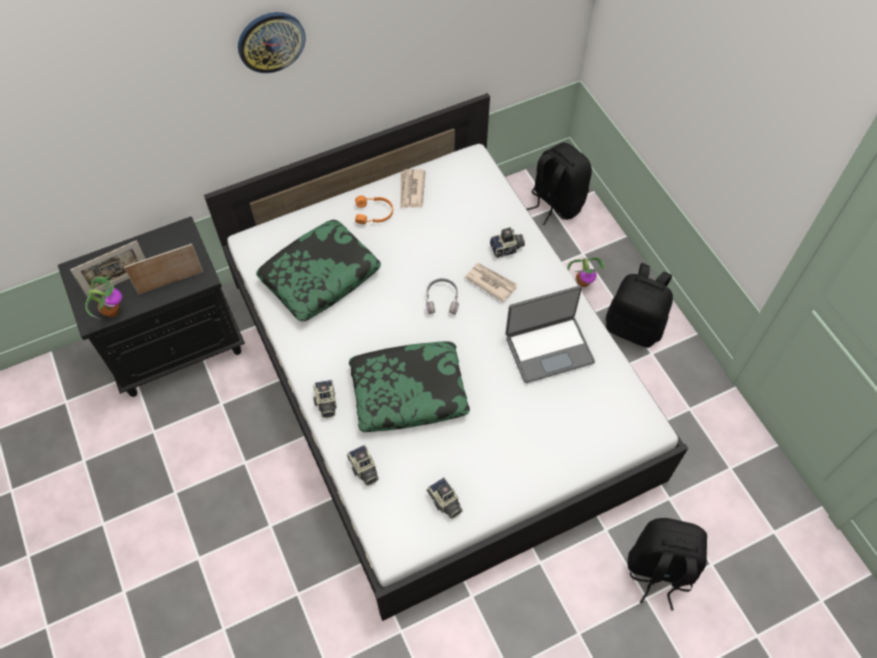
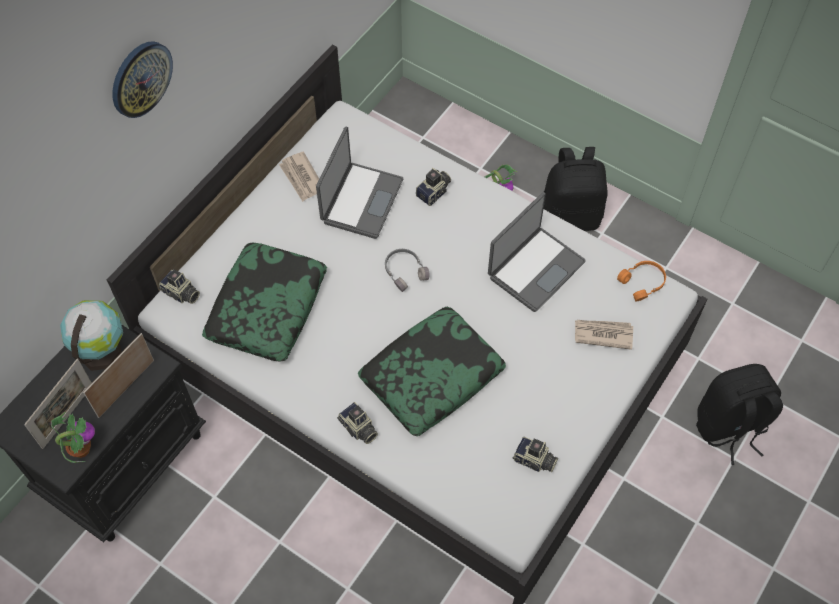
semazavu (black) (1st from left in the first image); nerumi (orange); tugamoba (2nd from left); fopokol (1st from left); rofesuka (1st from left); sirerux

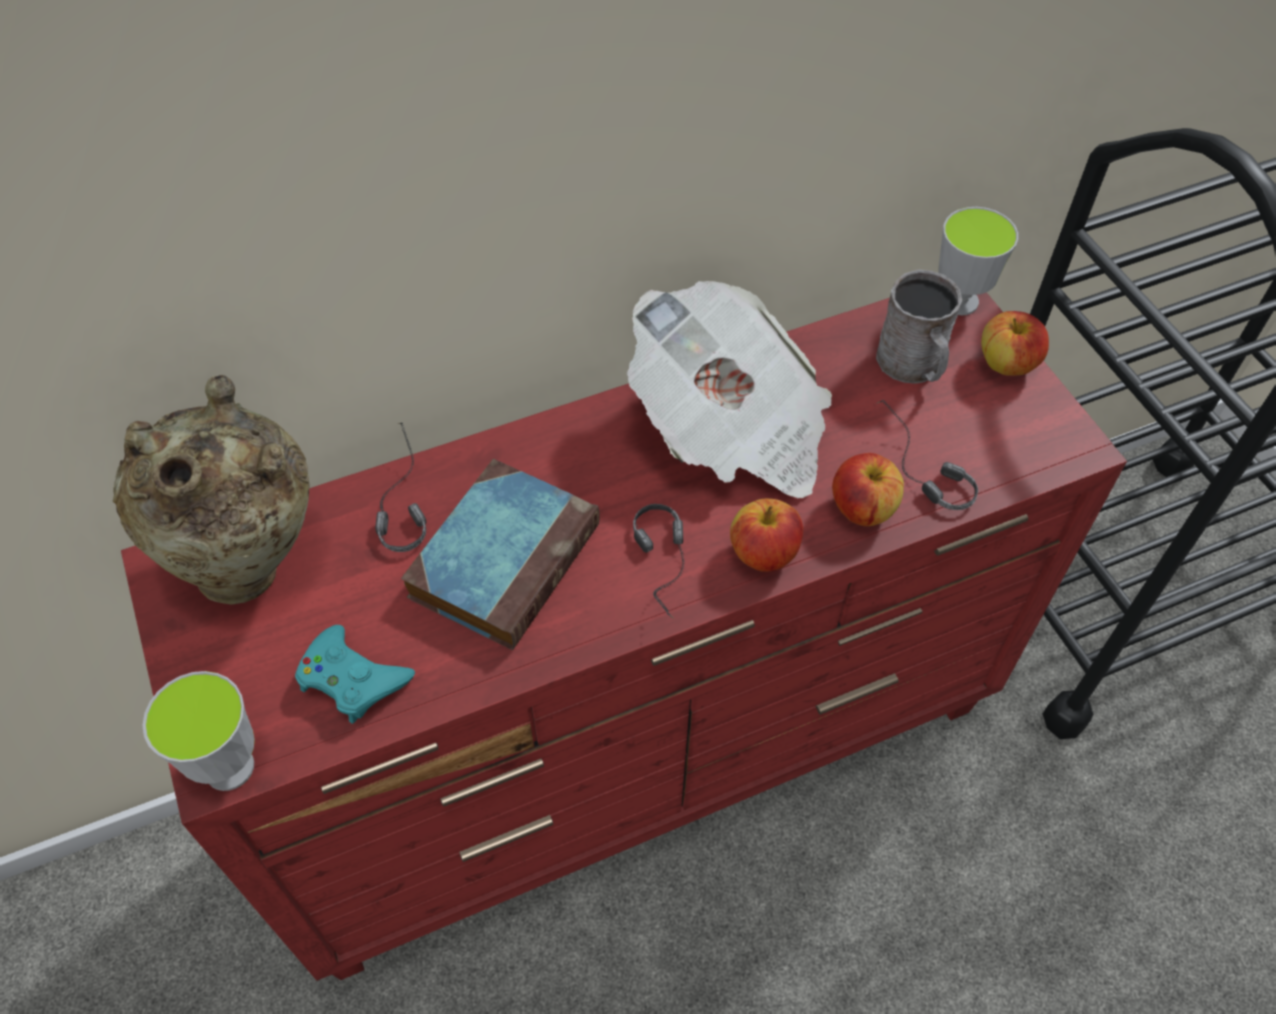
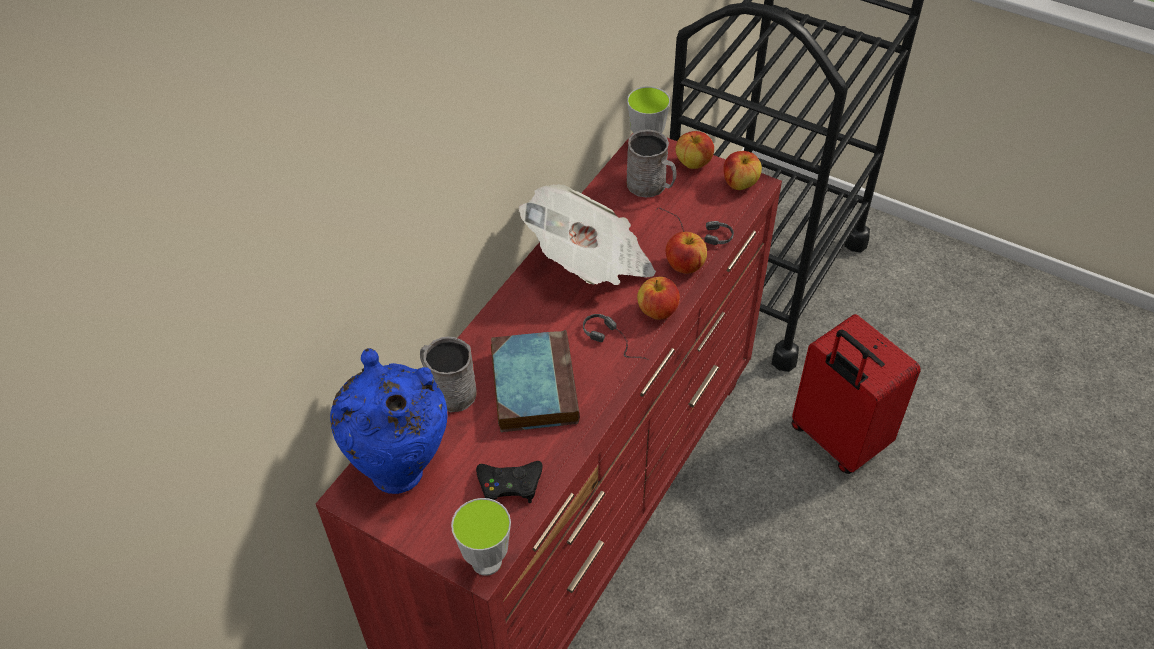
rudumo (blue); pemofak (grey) (1st from left); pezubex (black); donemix (4th from left); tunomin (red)

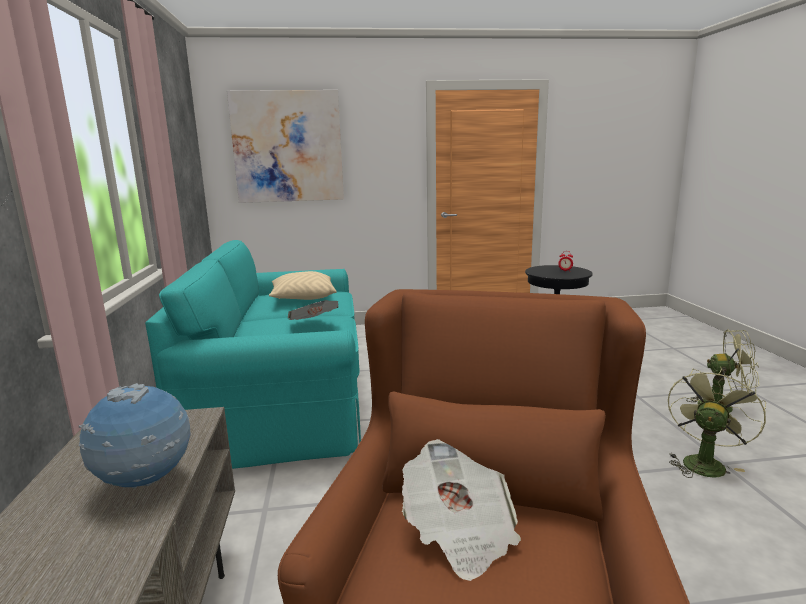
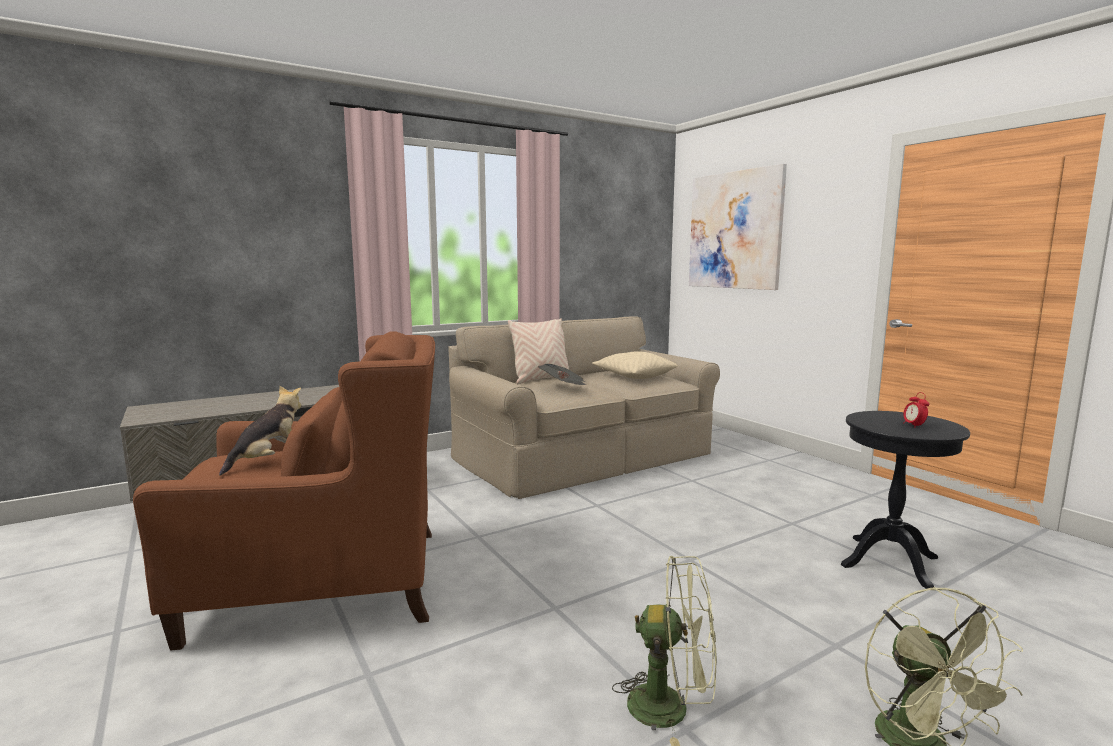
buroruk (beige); sirerux; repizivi; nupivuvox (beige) (1st from left)

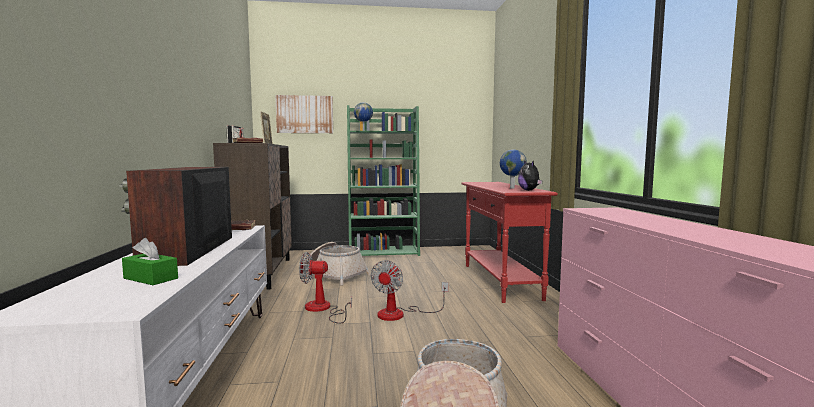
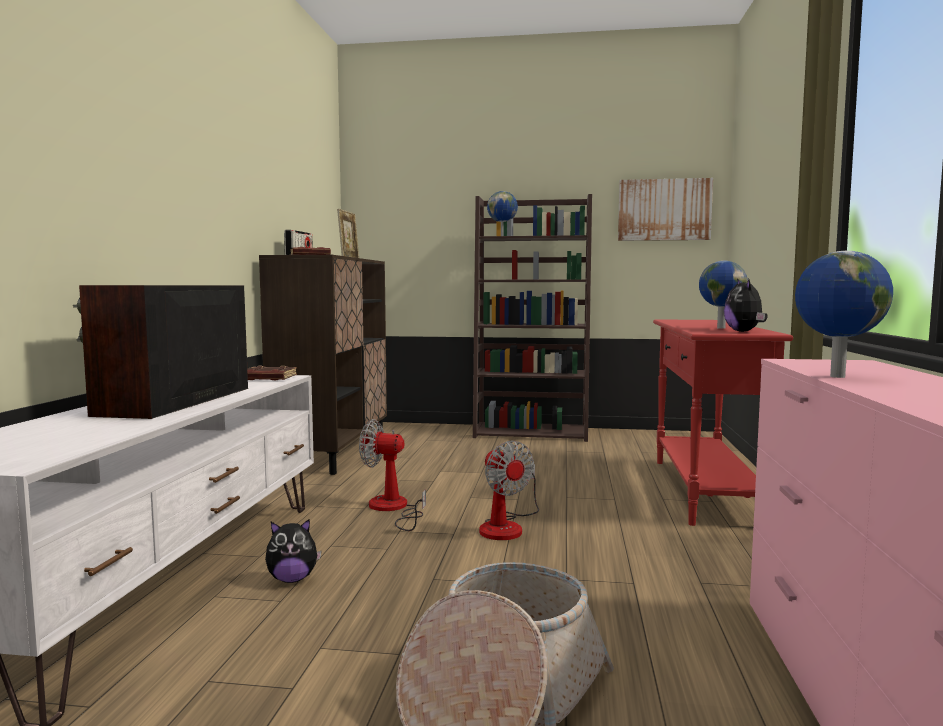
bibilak; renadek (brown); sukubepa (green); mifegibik (1st from left in the first image); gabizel (2nd from left); sirerux (3rd from left); repizivi (1st from left)

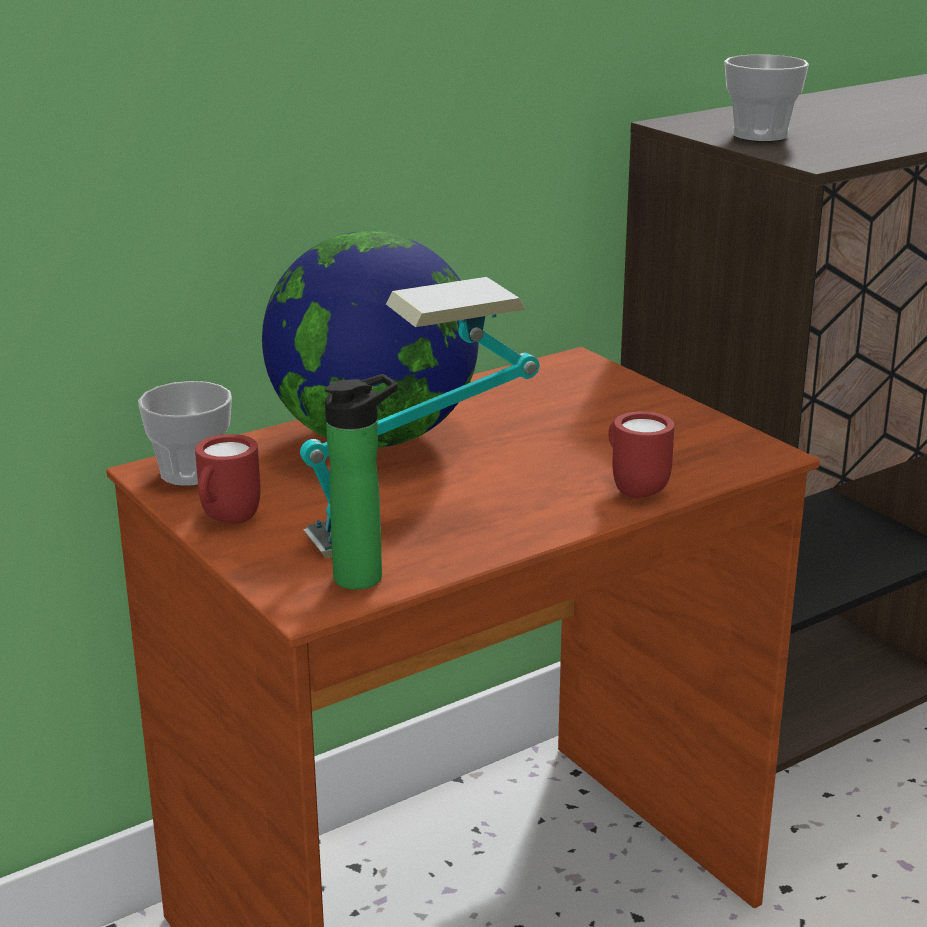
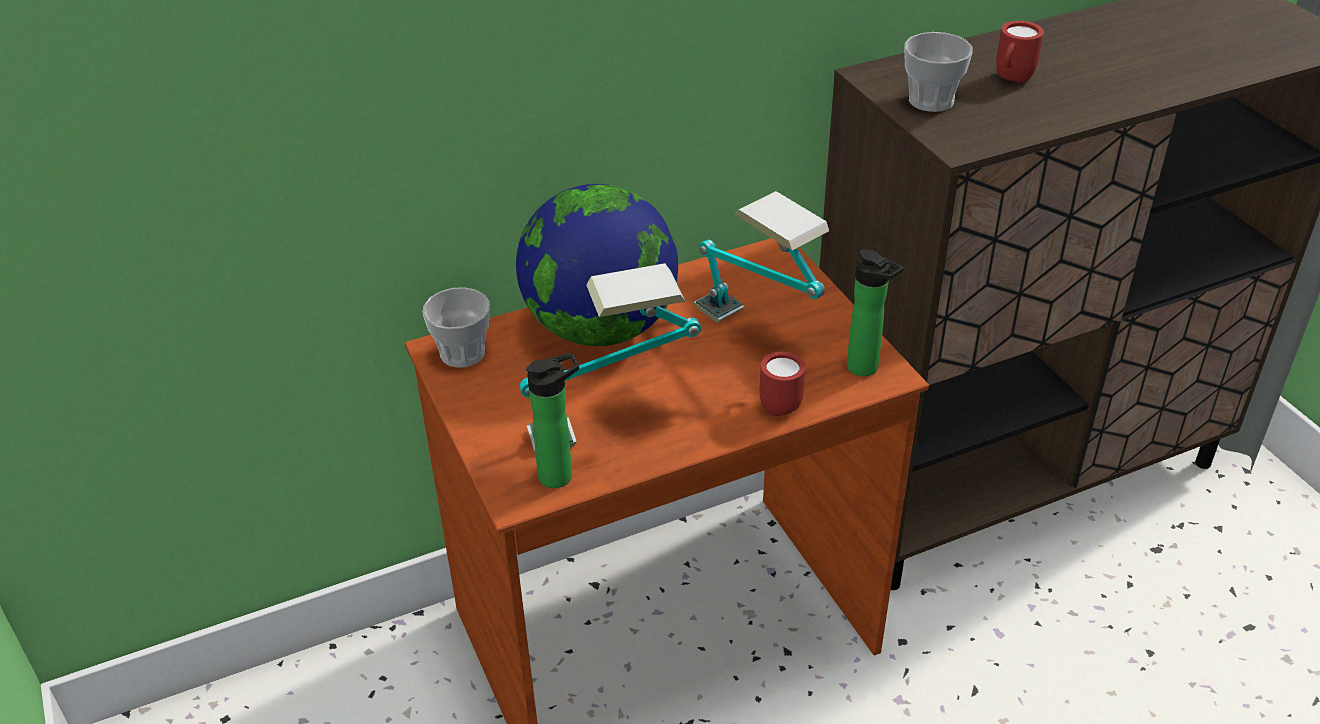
pemofak (red) (2nd from left); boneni (2nd from left); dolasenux (2nd from left)

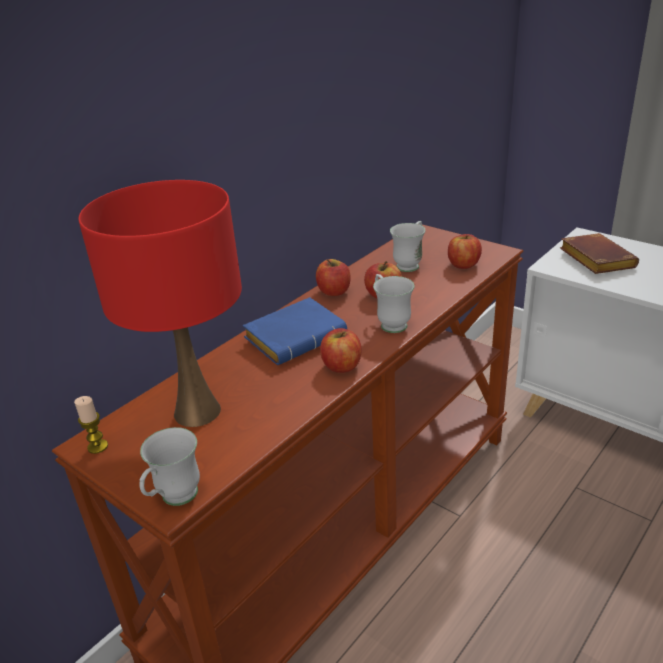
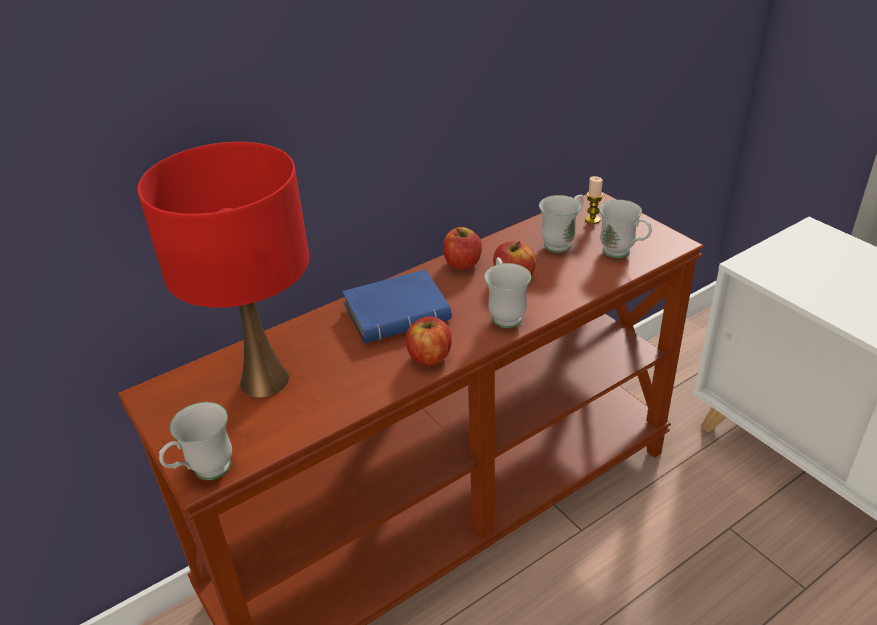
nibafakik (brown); pemofak (white) (4th from left); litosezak

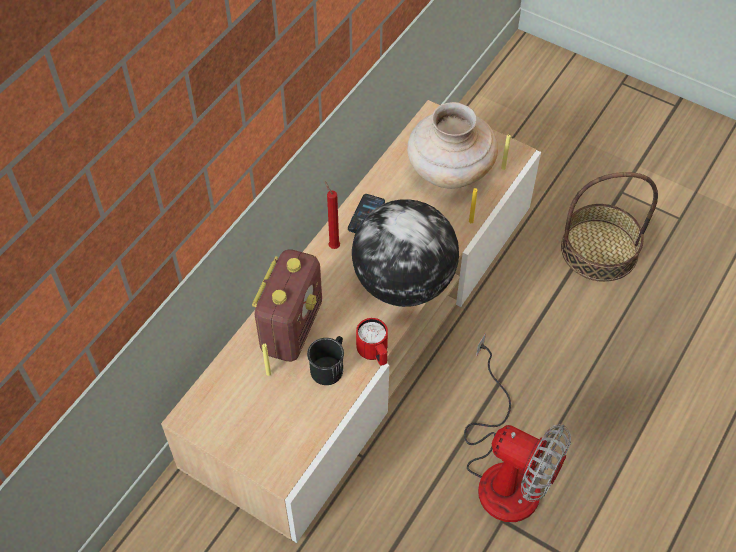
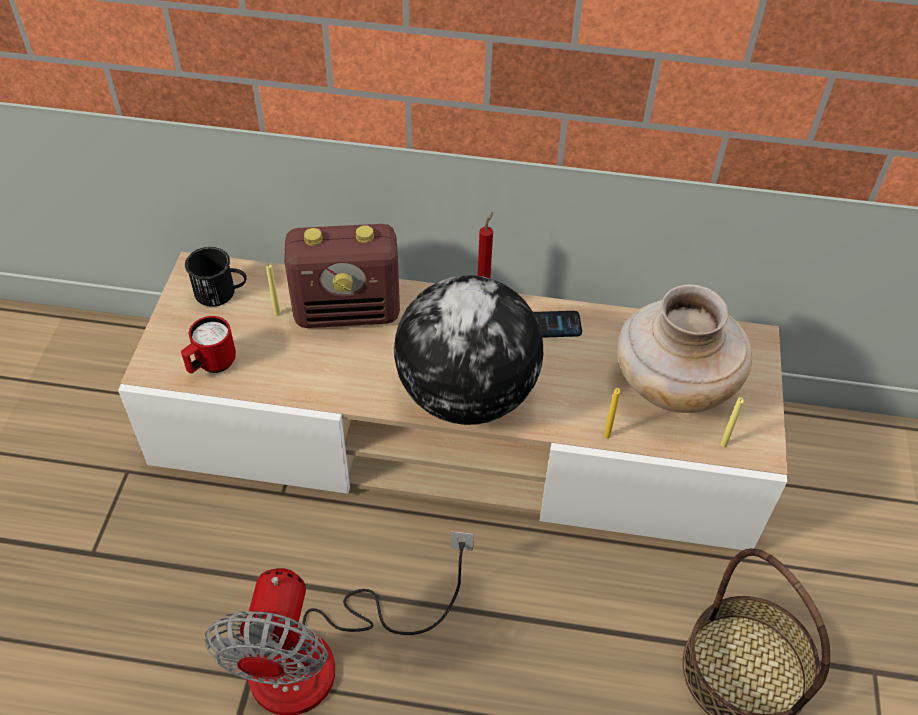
pemofak (red); pemofak (black)

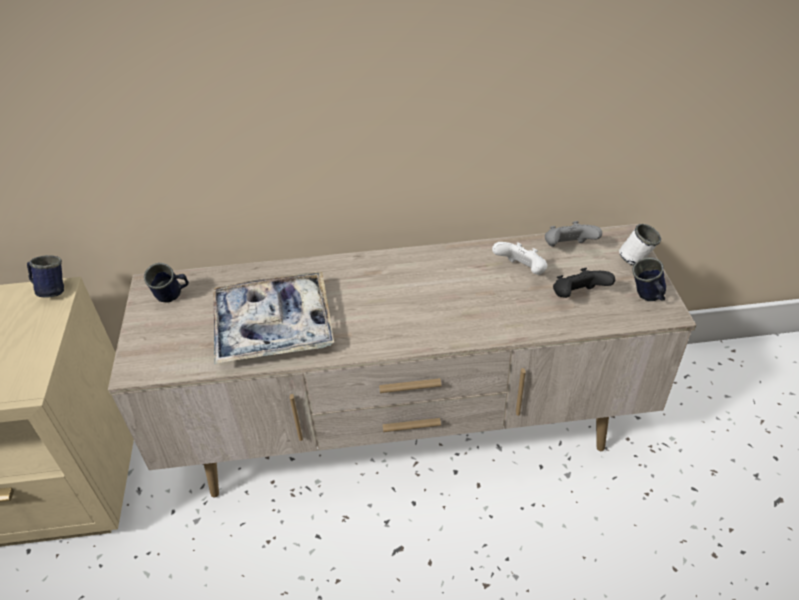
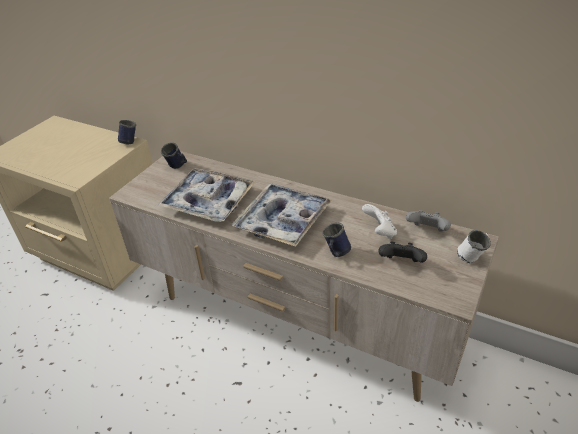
pemofak (blue) (3rd from left); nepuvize (2nd from left)

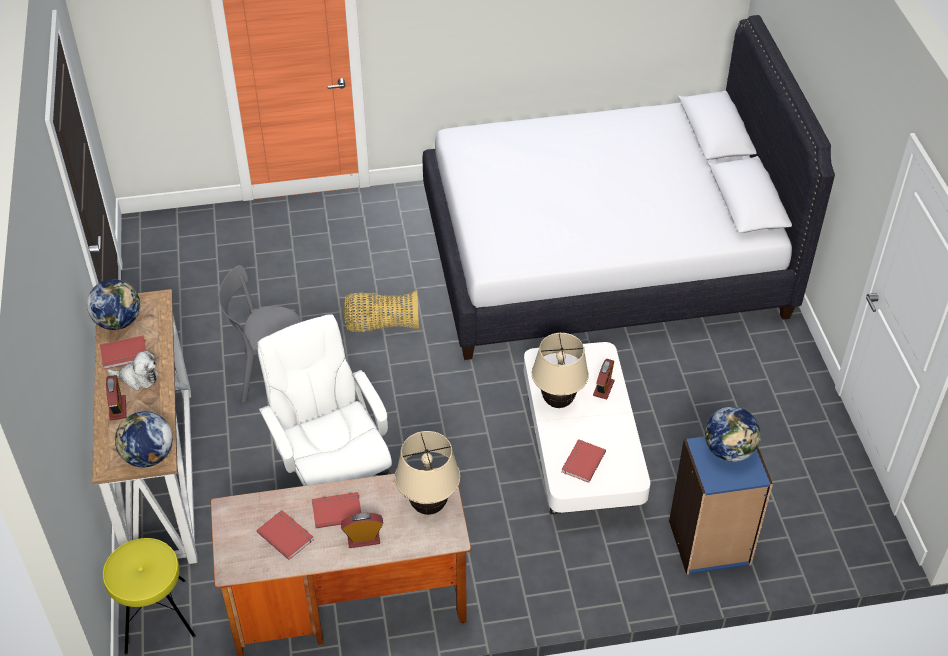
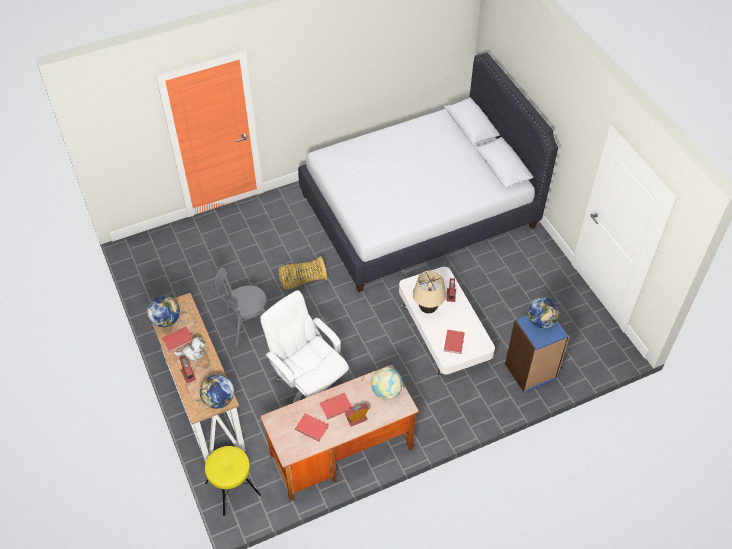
sirerux (3rd from left)

